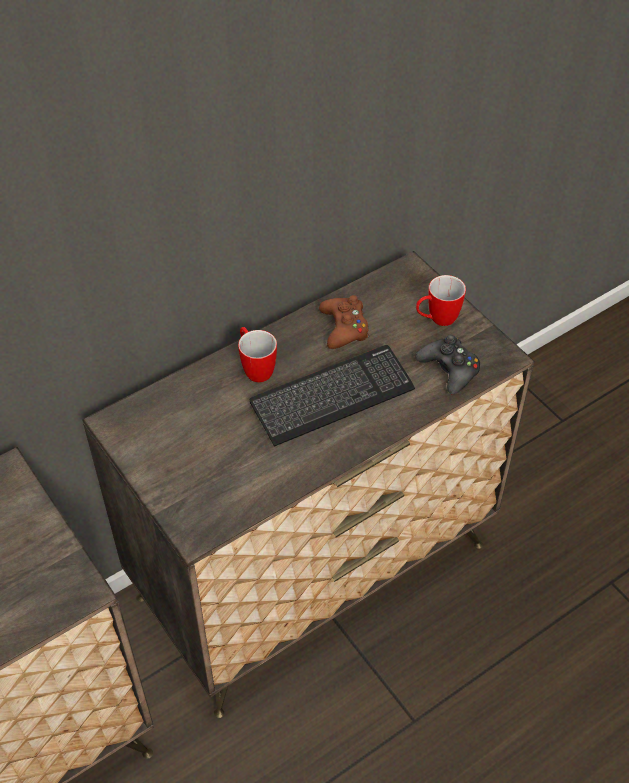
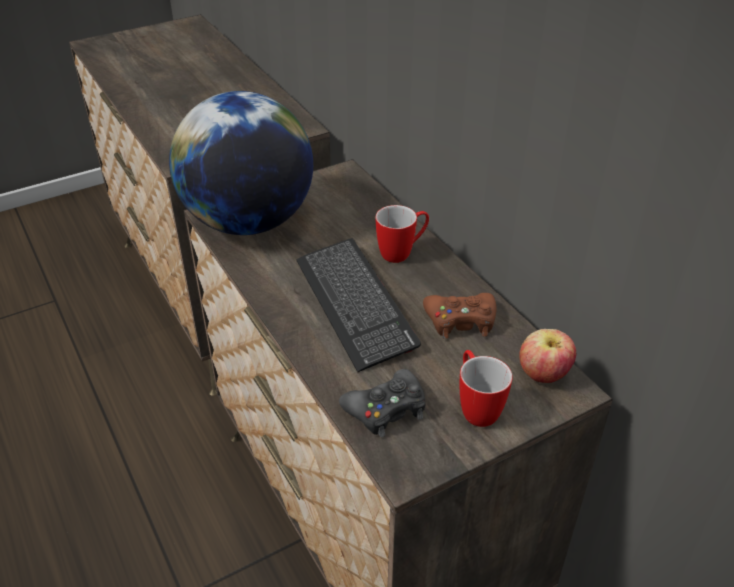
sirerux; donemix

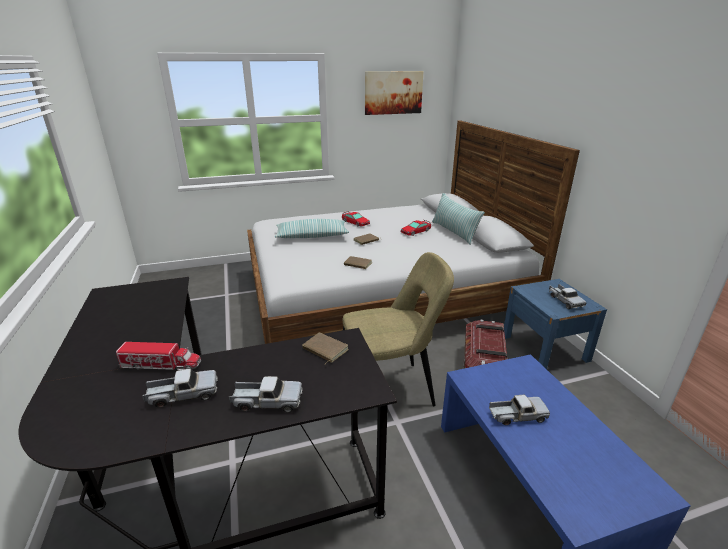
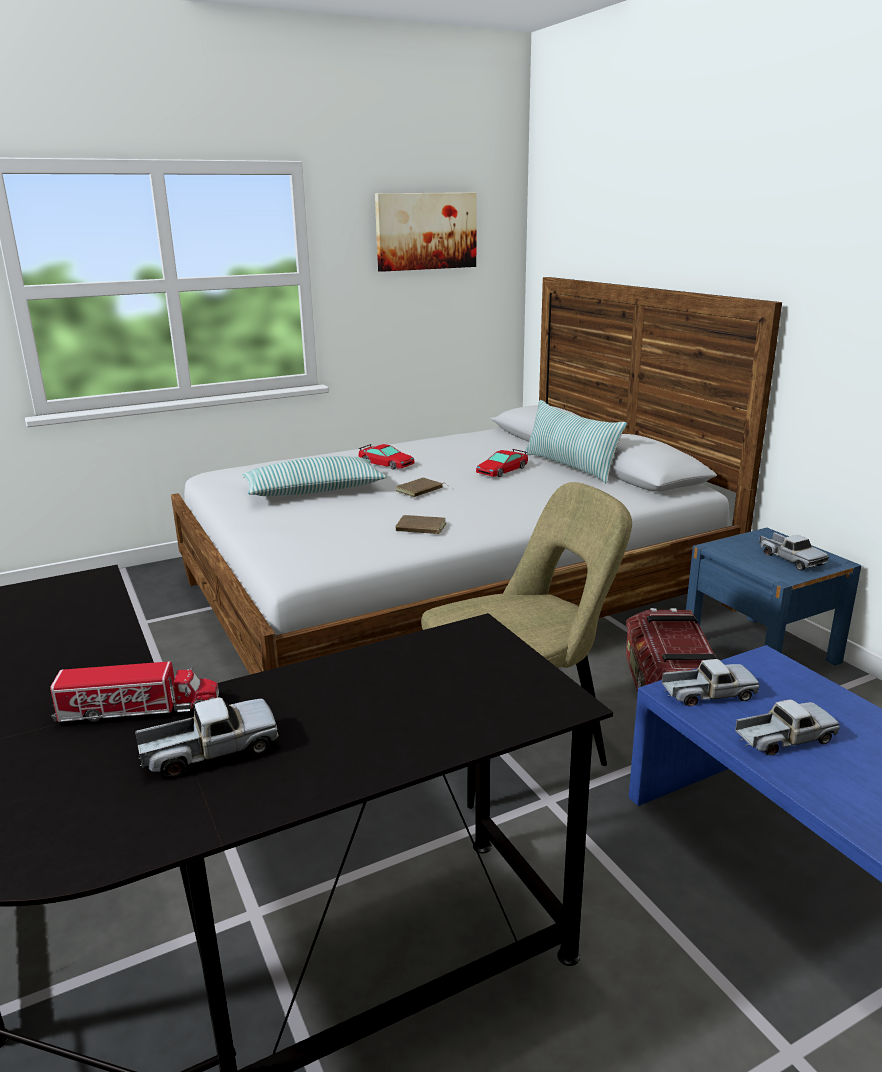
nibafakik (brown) (1st from left in the first image); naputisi (3rd from left)

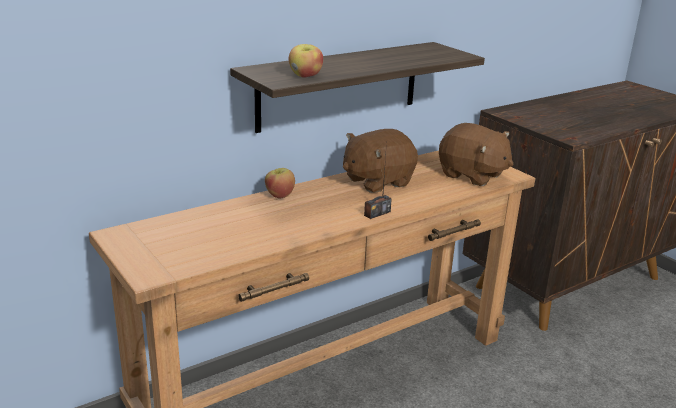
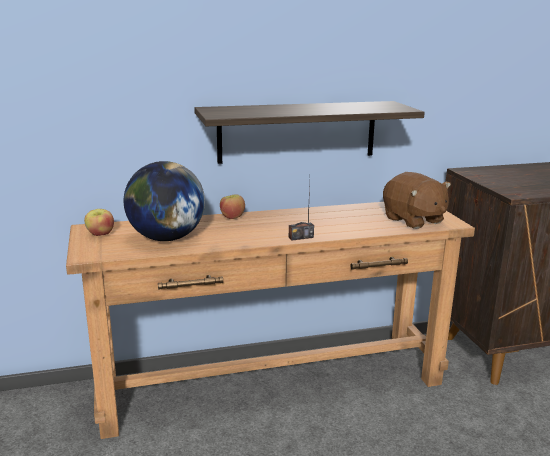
donemix (1st from left); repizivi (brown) (1st from left in the first image); sirerux

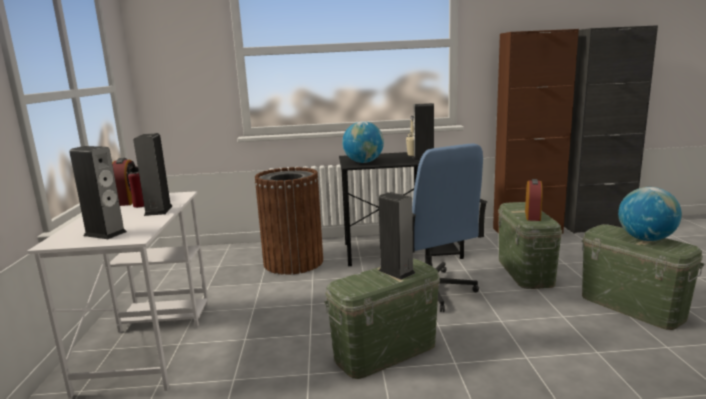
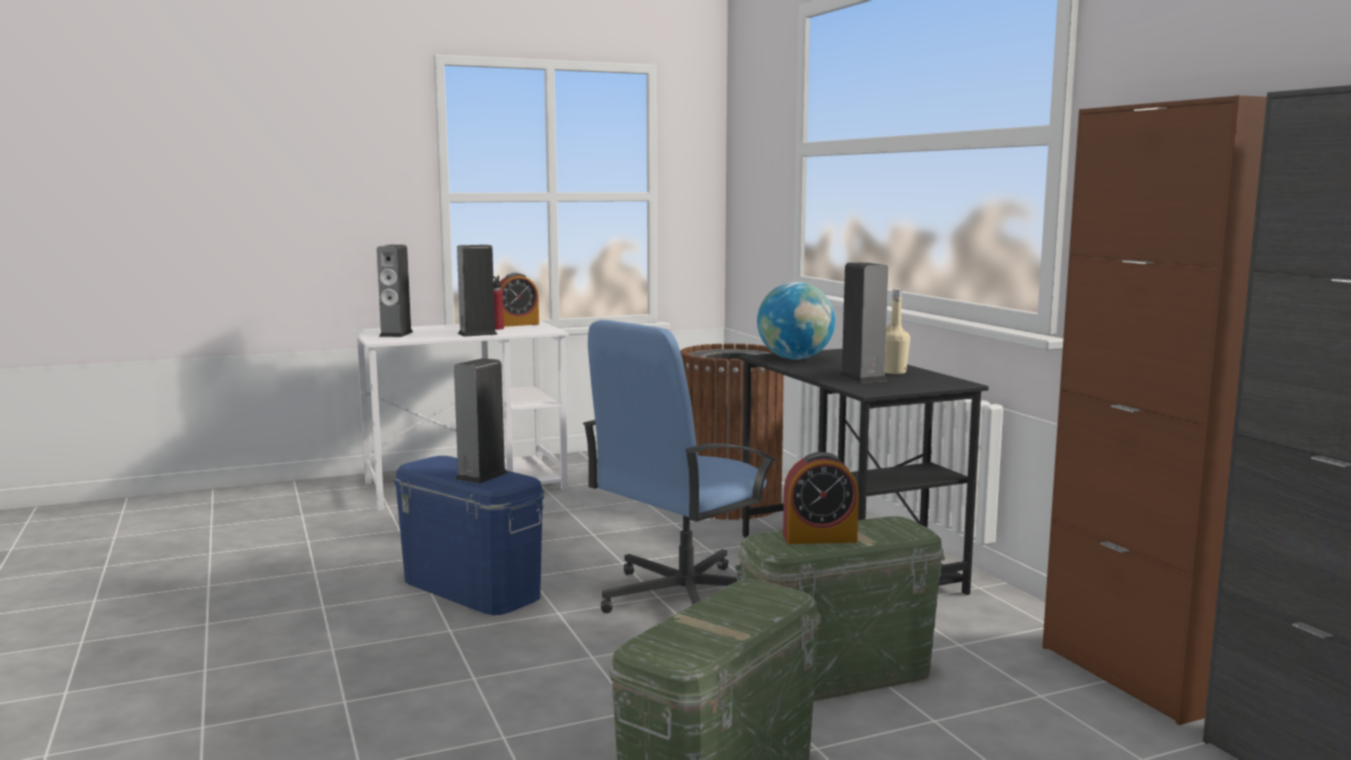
sirerux (2nd from left in the first image); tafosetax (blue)

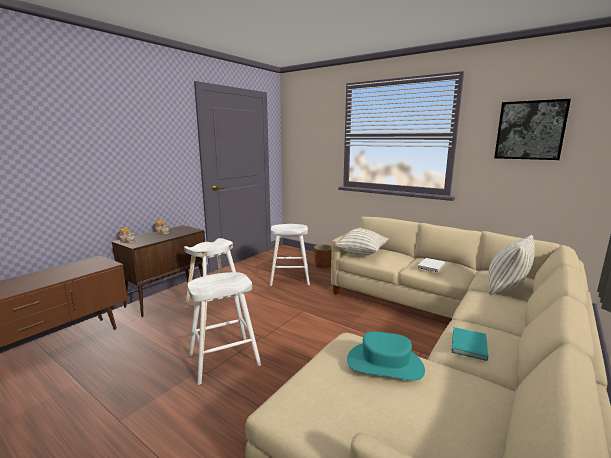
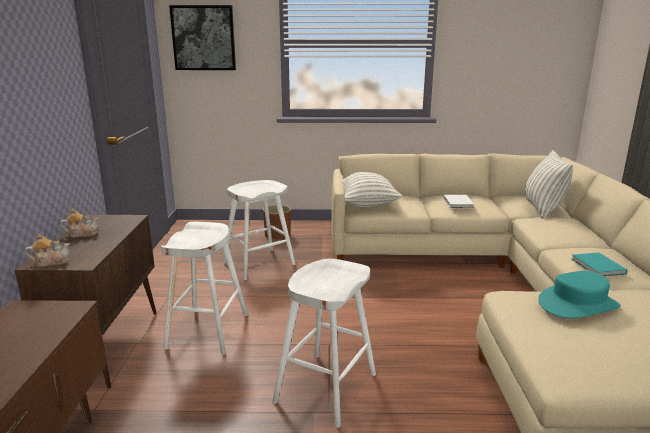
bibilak

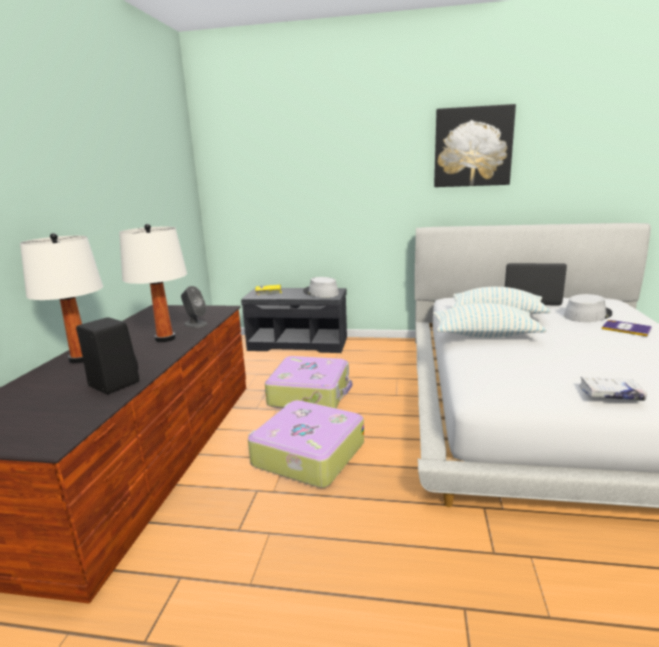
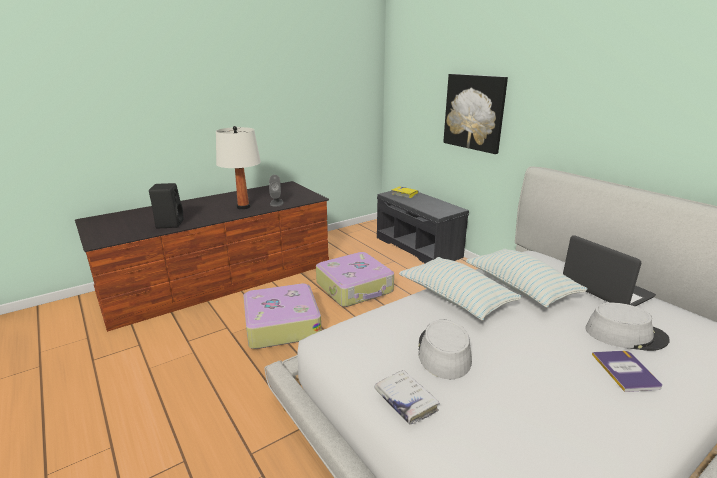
bibilak; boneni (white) (1st from left in the first image); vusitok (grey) (1st from left)

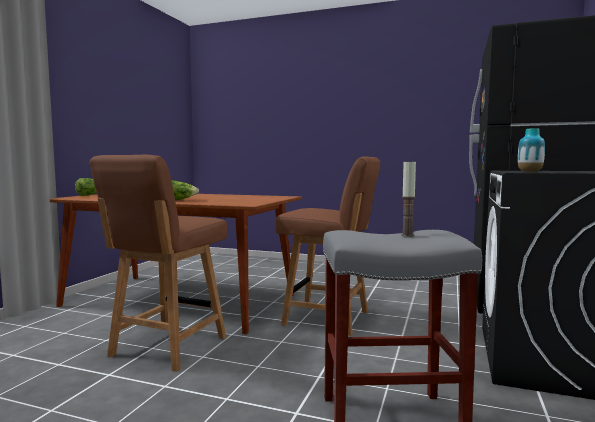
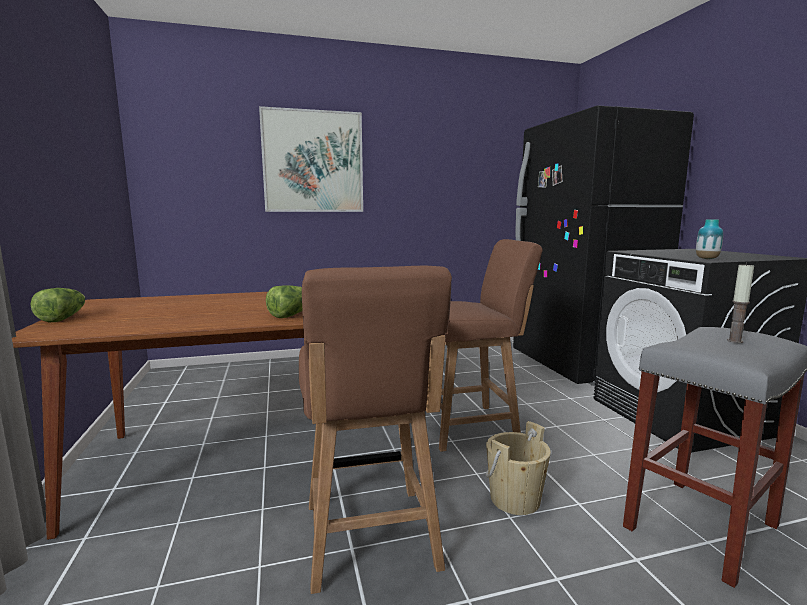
bibilak; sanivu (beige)

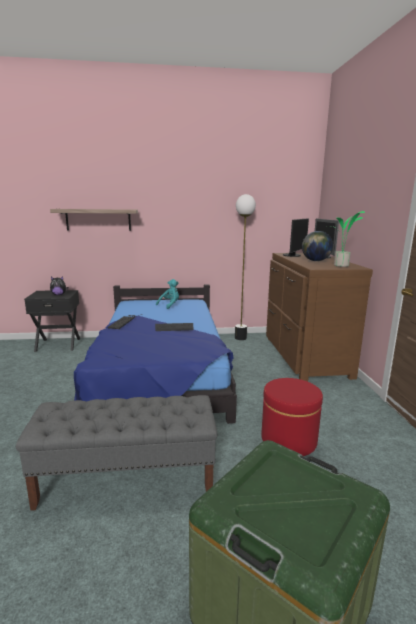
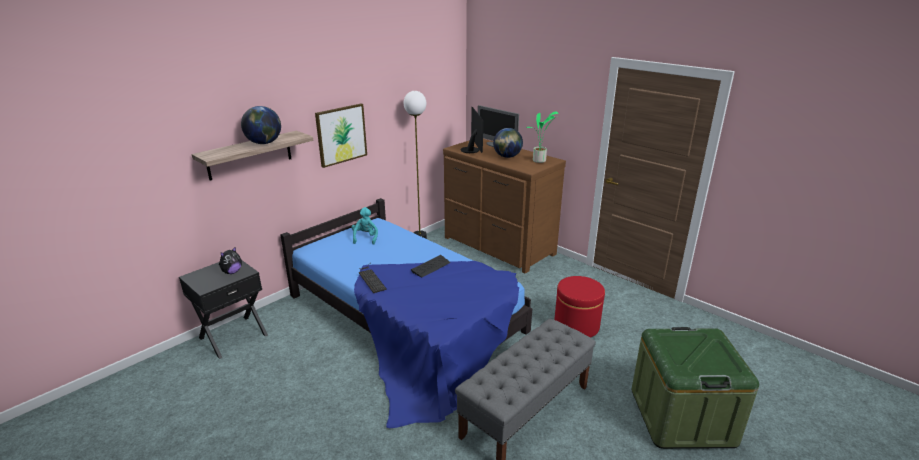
bibilak; sirerux (1st from left)

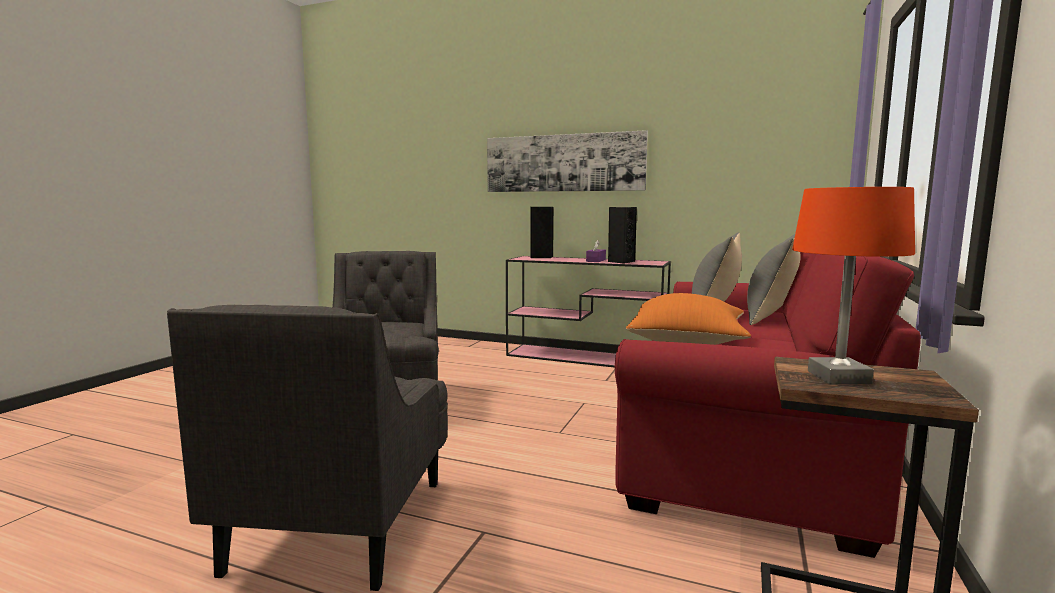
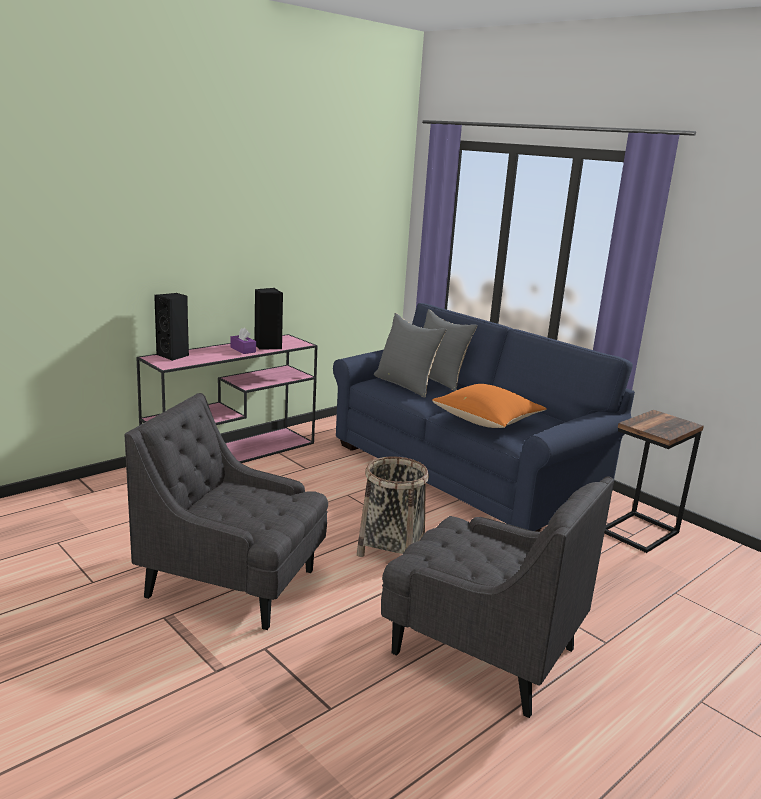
bibilak; boneni (orange); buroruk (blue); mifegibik

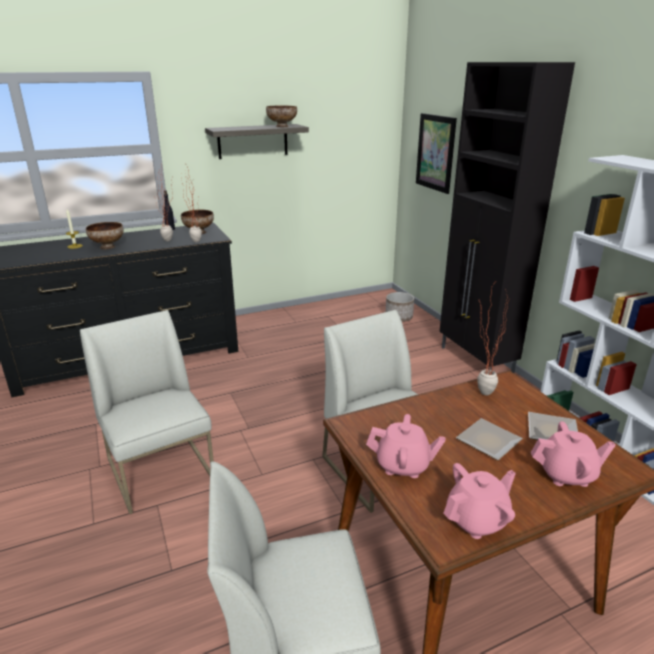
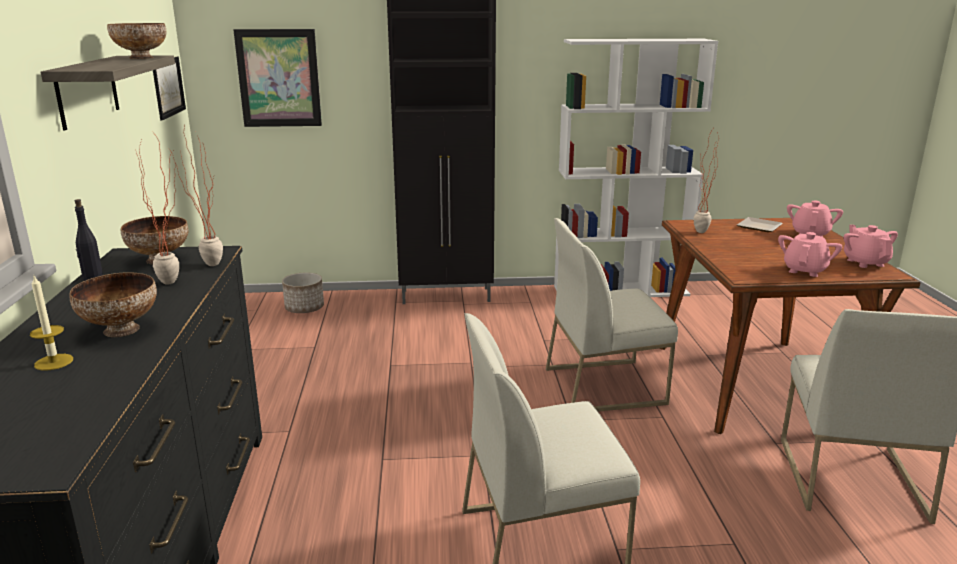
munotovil (1st from left in the first image); bibilak (1st from left)

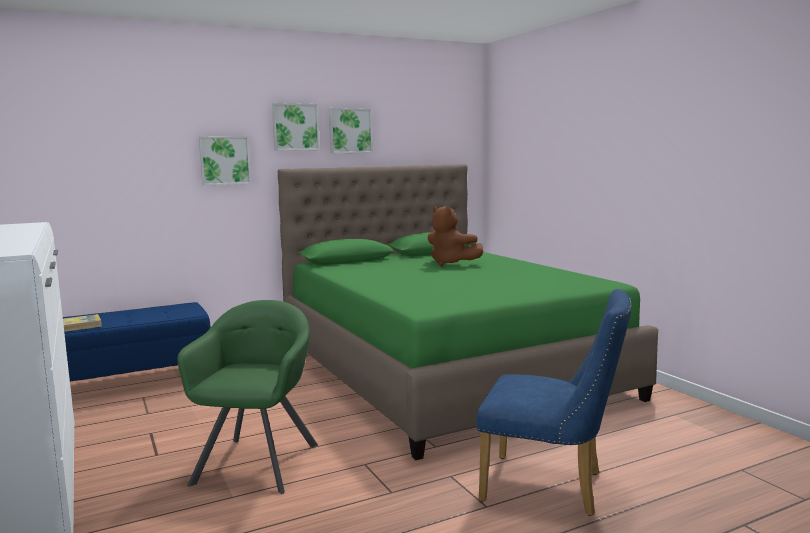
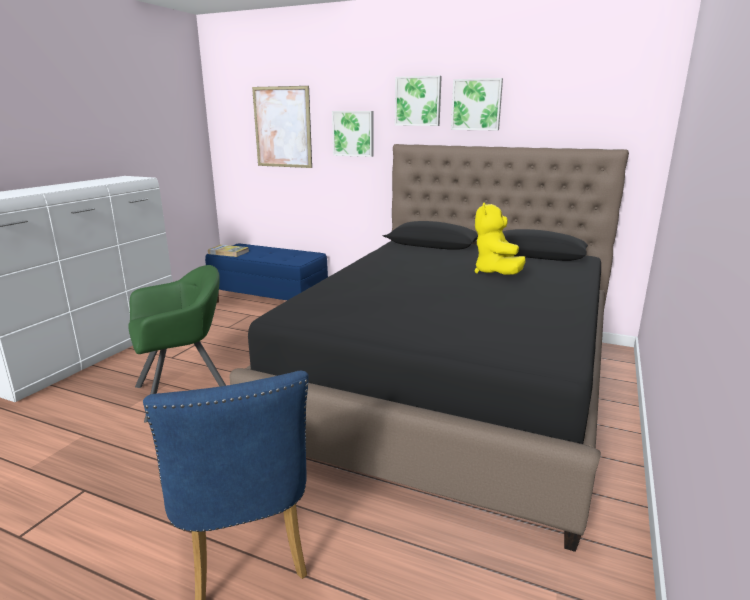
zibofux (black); repizivi (yellow); bibilak (1st from left)

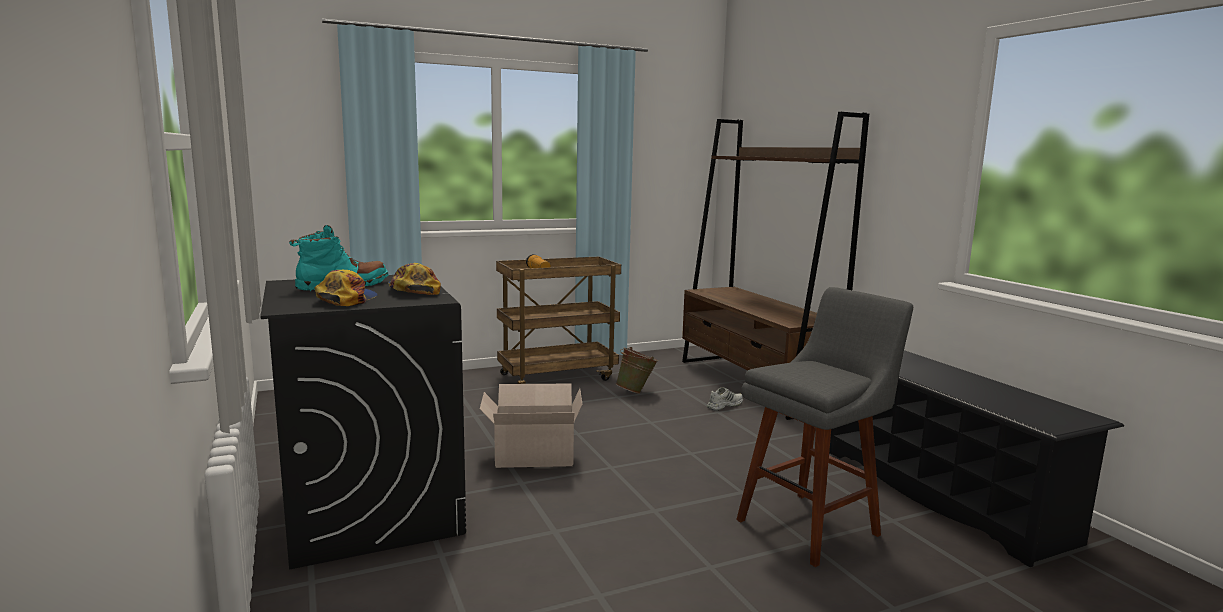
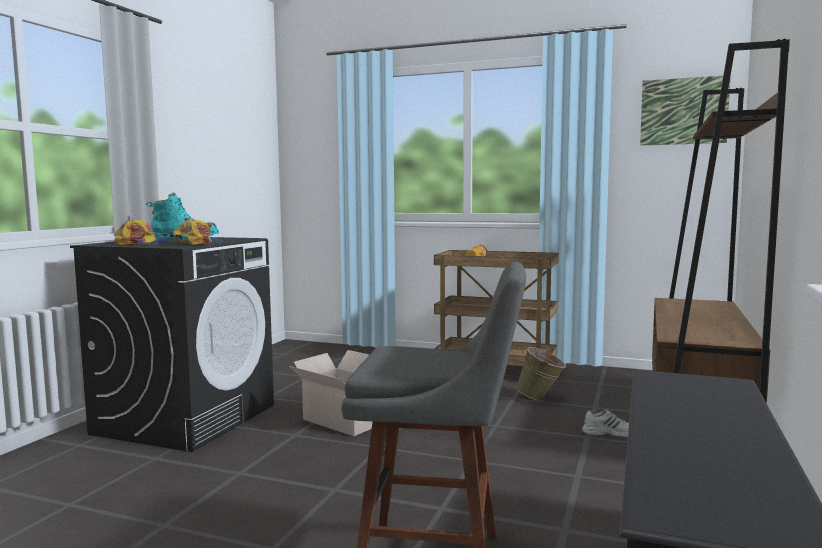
bibilak

